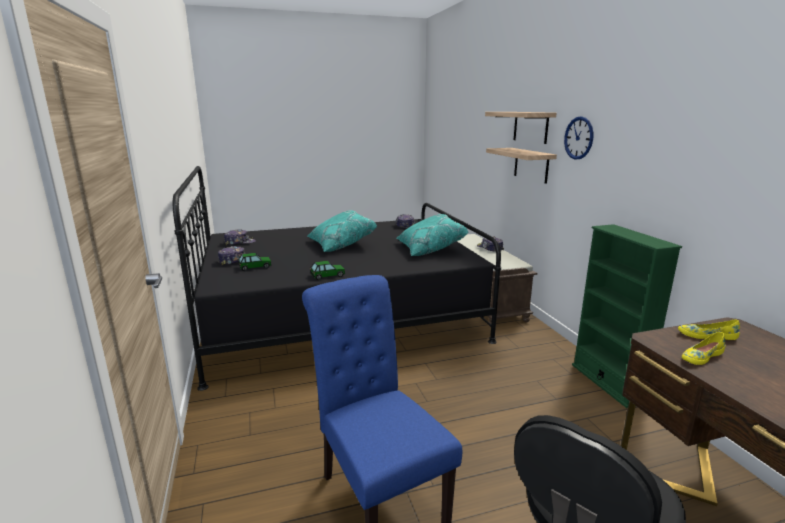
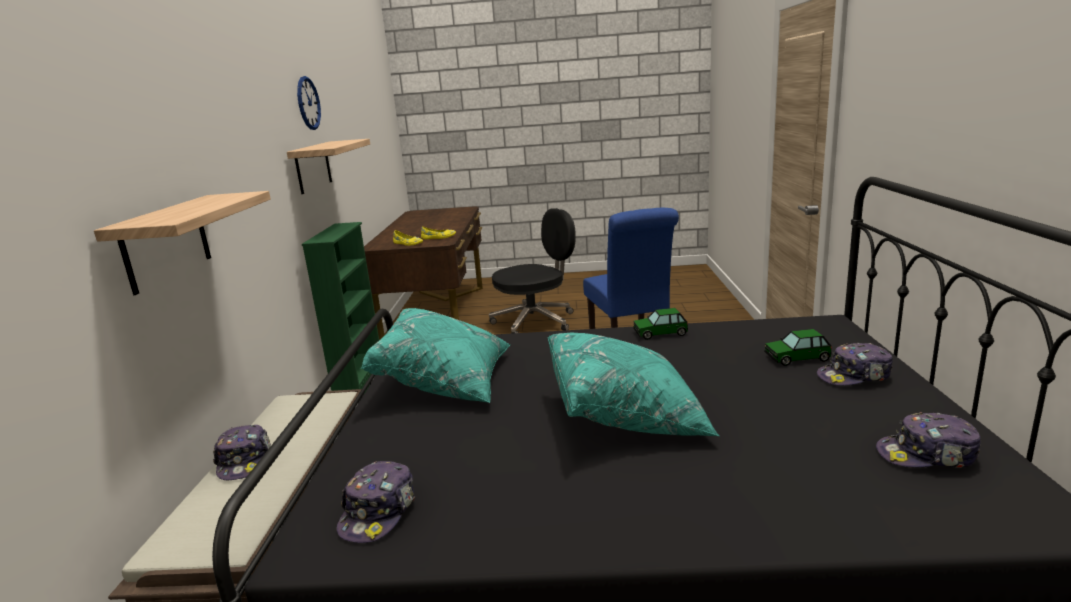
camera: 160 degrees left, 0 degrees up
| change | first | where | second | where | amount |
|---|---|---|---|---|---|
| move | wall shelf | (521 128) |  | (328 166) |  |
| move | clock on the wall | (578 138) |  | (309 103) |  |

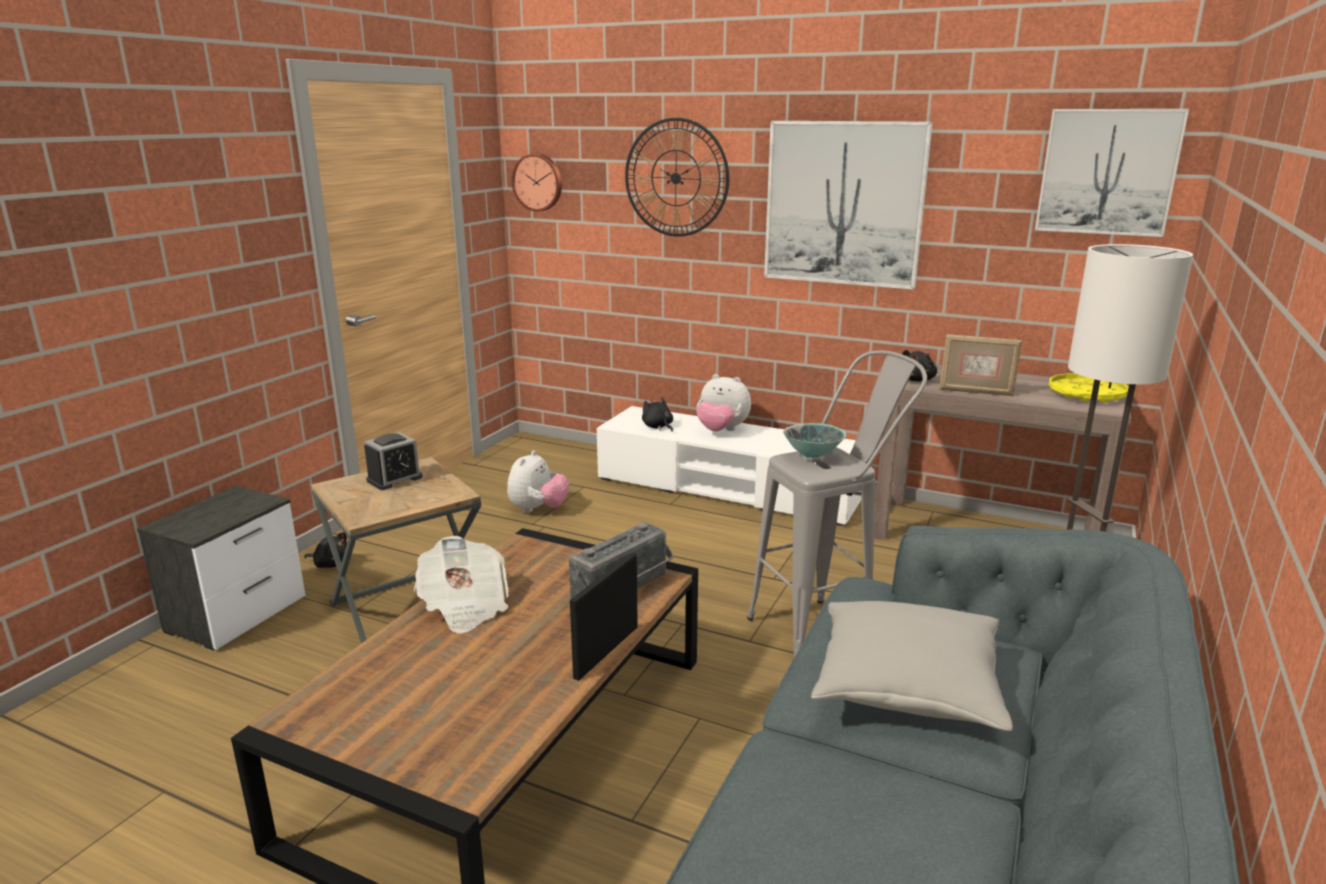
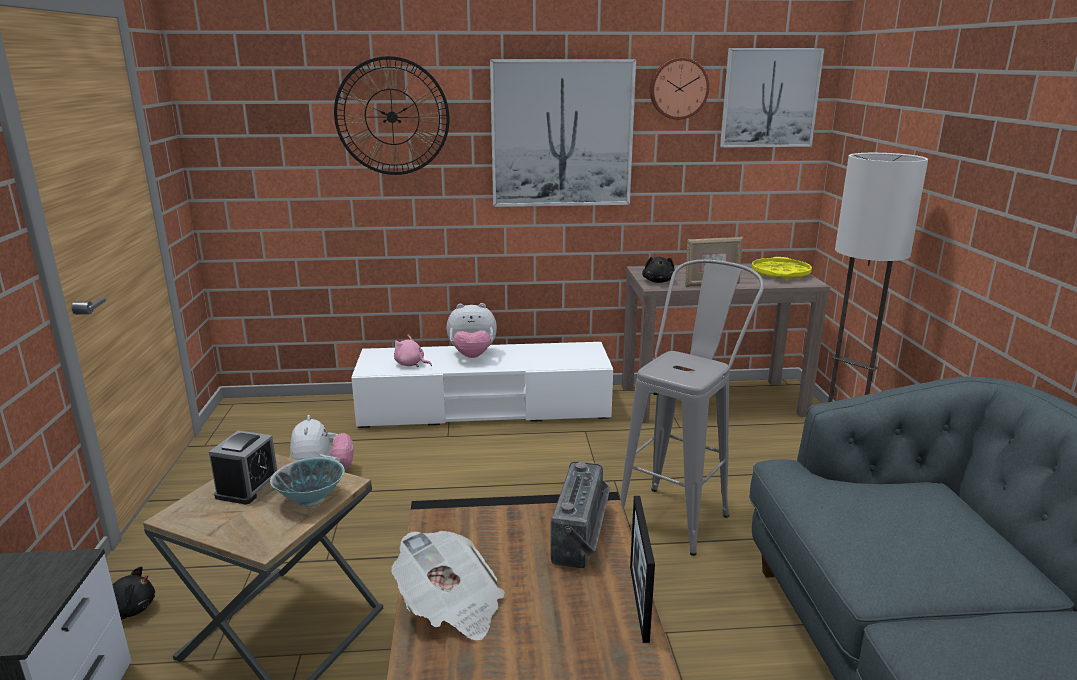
camera: 30 degrees left, 0 degrees up
| change | first | where | second | where | amount |
|---|---|---|---|---|---|
| move | deep dish | (814 442) |  | (307 482) |  |
| recolor | blackish cuddly toy | (657 414) | pinkish cuddly toy | (413 351) |  |
| move | clock on the wall | (537 182) |  | (679 88) |  |
| delete | grey pillow | (912 666) |  |  |  |

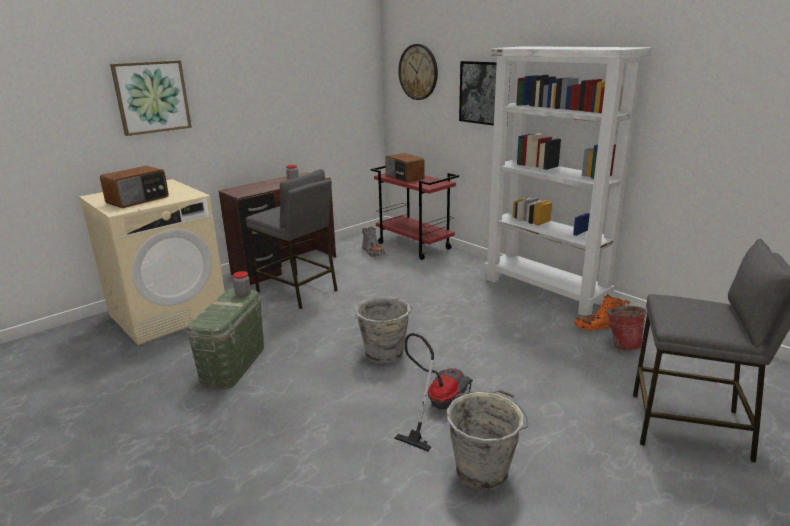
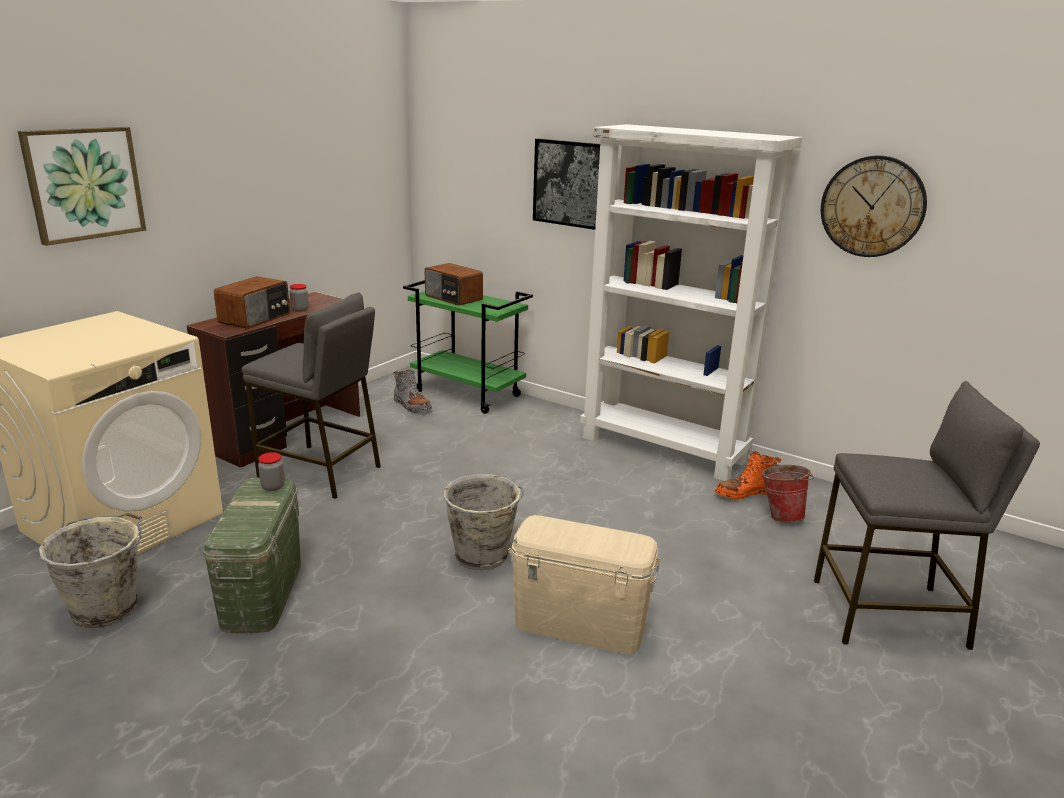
camera: 15 degrees left, 0 degrees up
| change | first | where | second | where | amount |
|---|---|---|---|---|---|
| move | grey bucket | (487 440) |  | (90 570) |  |
| move | radio set | (134 187) |  | (252 302) |  |
| recolor | red wheeled cart | (415 213) | greenish wheeled cart | (468 347) |  |
| replace | hoover | (433 392) | beige-coloured storage bin | (584 584) |  |
| move | clock on the wall | (418 72) |  | (874 206) |  |

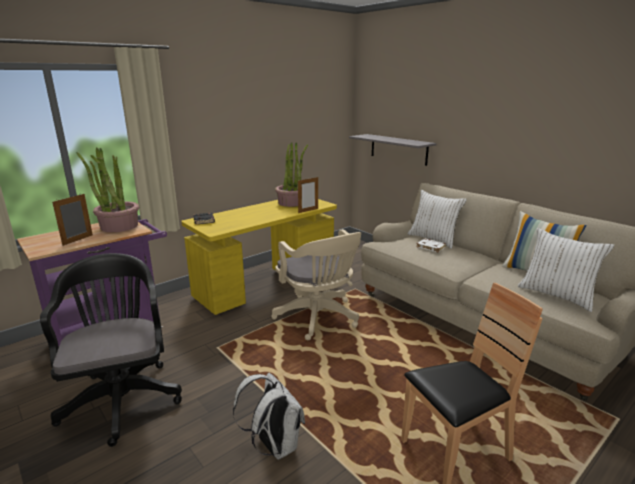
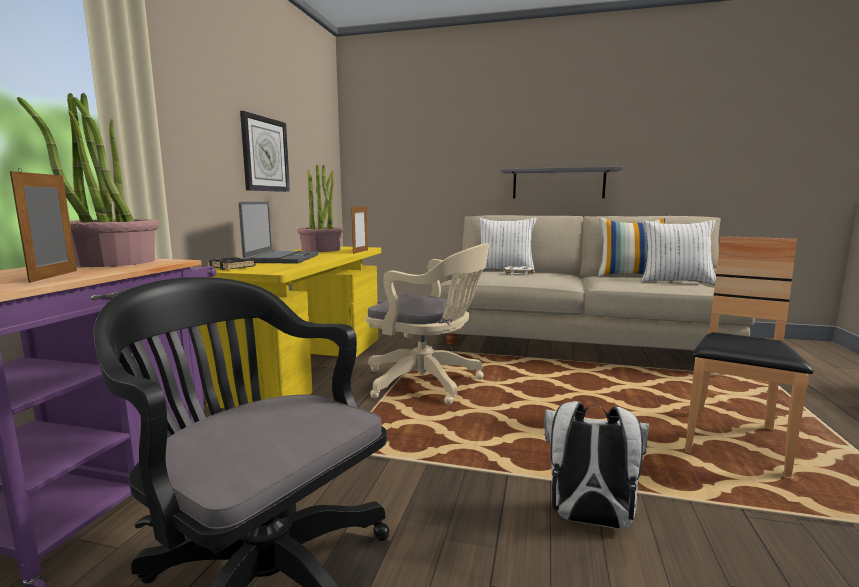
camera: 35 degrees left, 10 degrees down
| change | first | where | second | where | amount |
|---|---|---|---|---|---|
| insert |  |  | notebook computer | (278 232) |  |
| insert |  |  | clock on the wall | (265 151) |  |
| move | grey wall shelf | (393 150) |  | (561 182) |  |

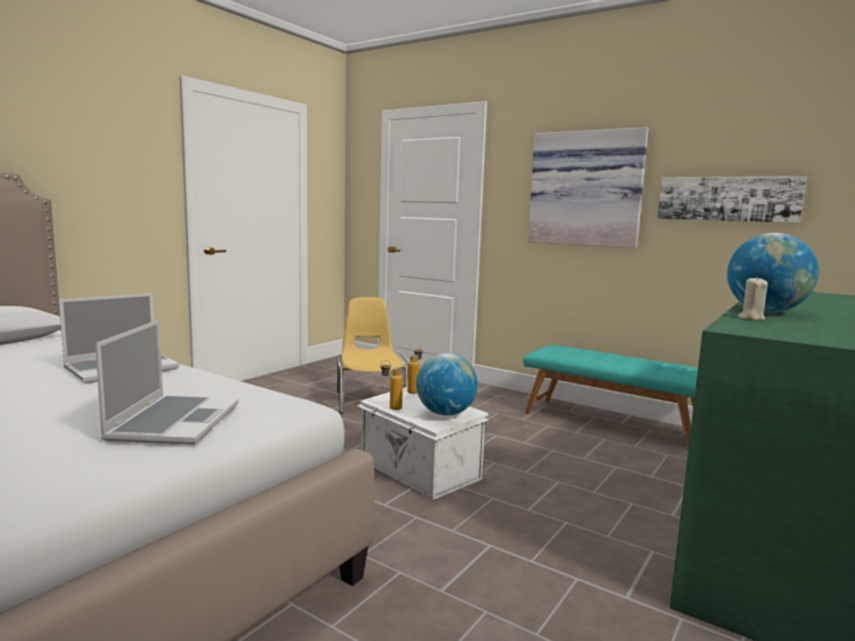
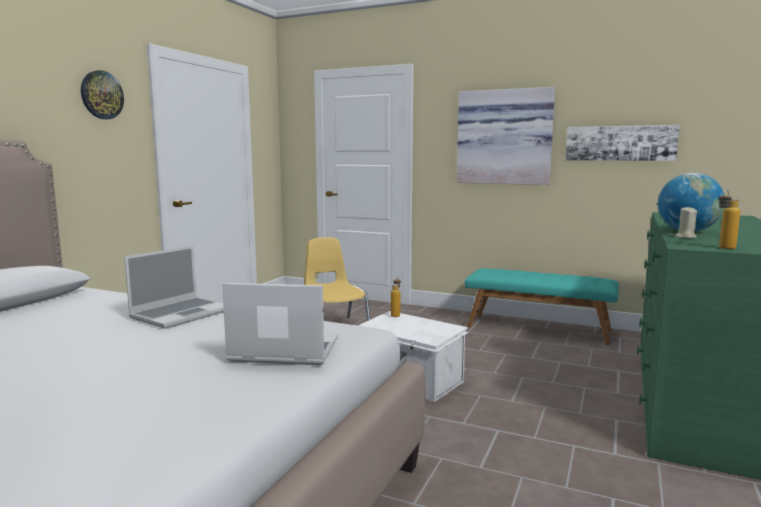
camera: 10 degrees left, 0 degrees up
| change | first | where | second | where | amount |
|---|---|---|---|---|---|
| insert |  |  | clock on the wall | (102 94) |  |
| rotate | notebook computer | (167 382) |  | (280 324) | 75 degrees counterclockwise |
| move | beverage bottle | (391 385) |  | (729 219) |  |
| delete | desk globe | (447 384) |  |  |  |

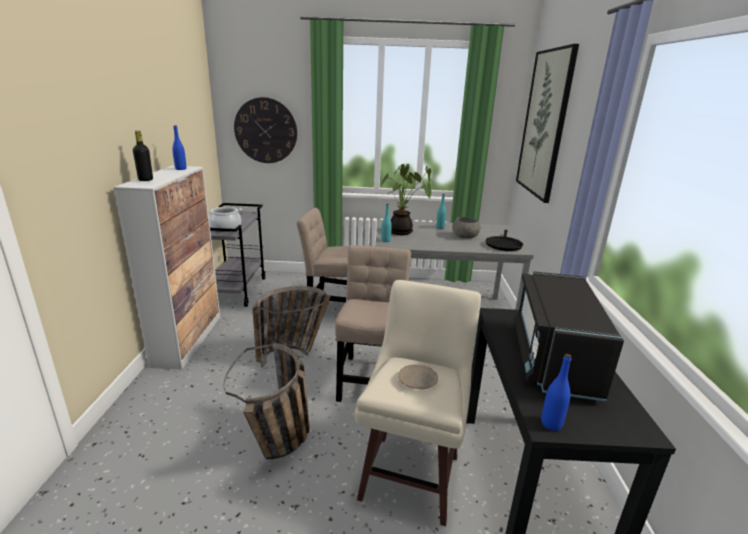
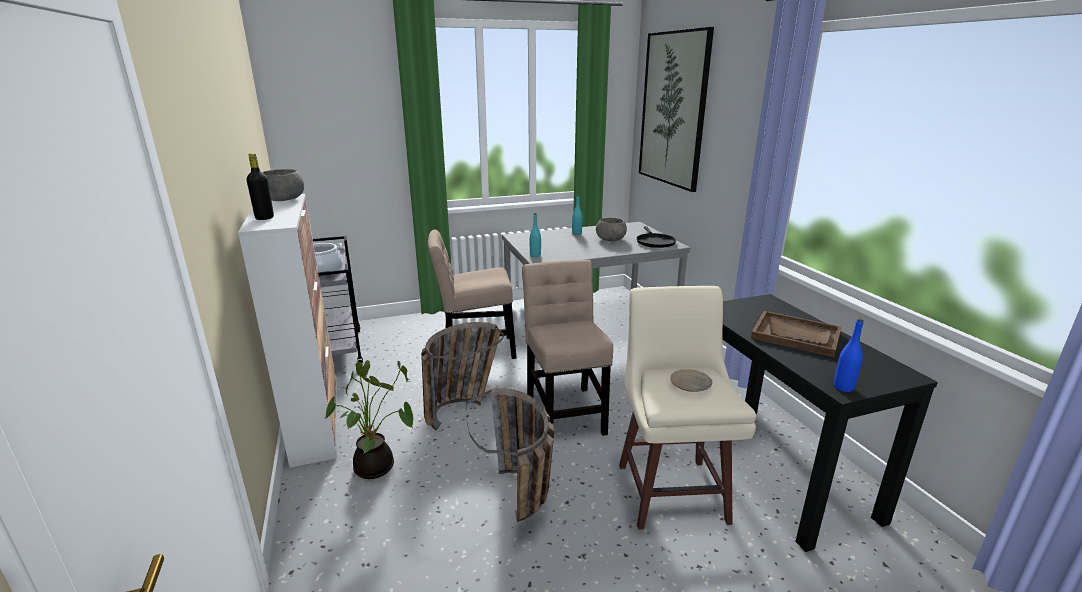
camera: 20 degrees left, 0 degrees up
| change | first | where | second | where | amount |
|---|---|---|---|---|---|
| replace | bluish beverage bottle | (179 147) | grey deep dish | (283 185) |  |
| move | houseplant | (406 199) |  | (369 419) |  |
| replace | blackish kitchen microwave | (569 336) | brown tray | (796 334) |  |
| delete | clock on the wall | (265 130) |  |  |  |

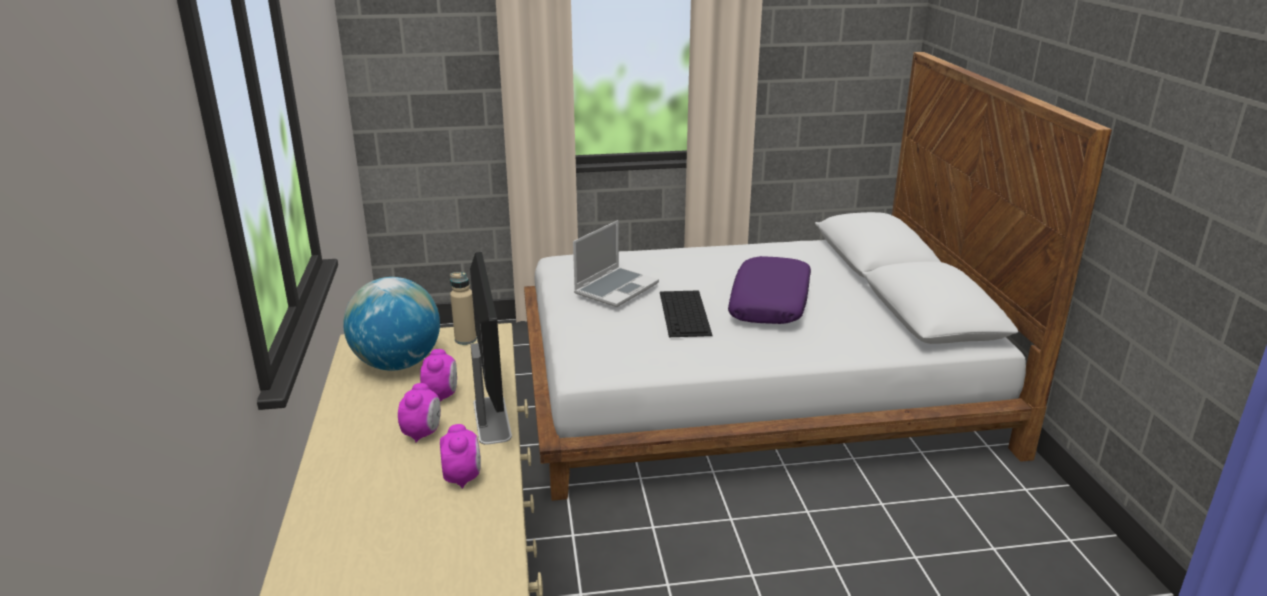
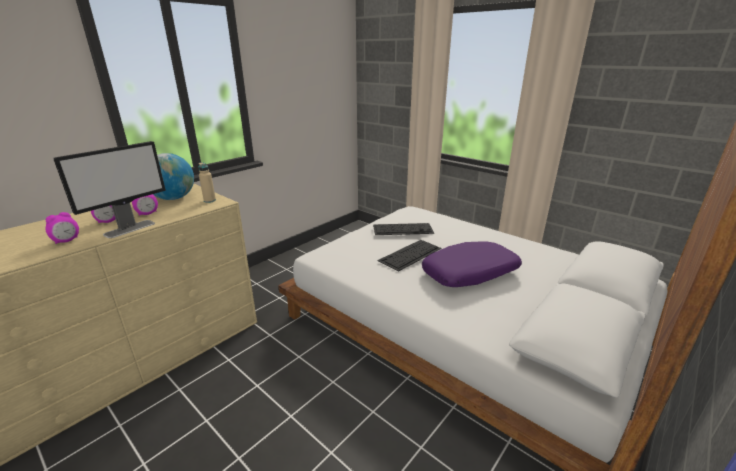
camera: 50 degrees right, 0 degrees up
| change | first | where | second | where | amount |
|---|---|---|---|---|---|
| replace | notebook computer | (616 263) | computer keyboard | (403 229) |  |

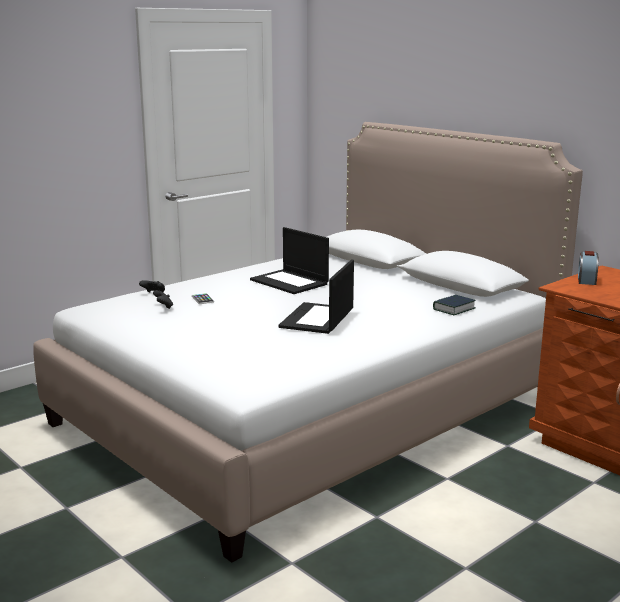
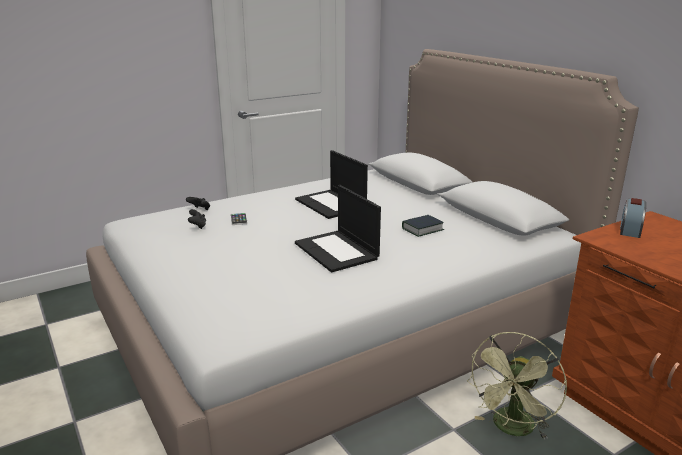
camera: 10 degrees right, 5 degrees up
| change | first | where | second | where | amount |
|---|---|---|---|---|---|
| rotate | notebook computer | (316 297) |  | (338 228) | 60 degrees counterclockwise |
| move | volume | (454 305) |  | (423 226) |  |
| insert |  |  | greenish fan | (517 386) |  |

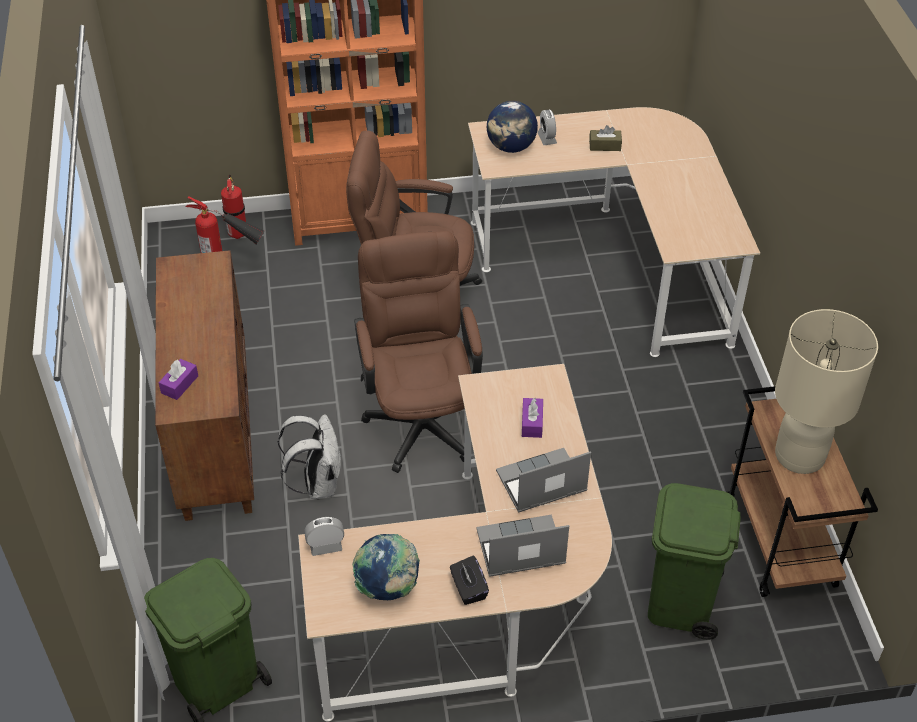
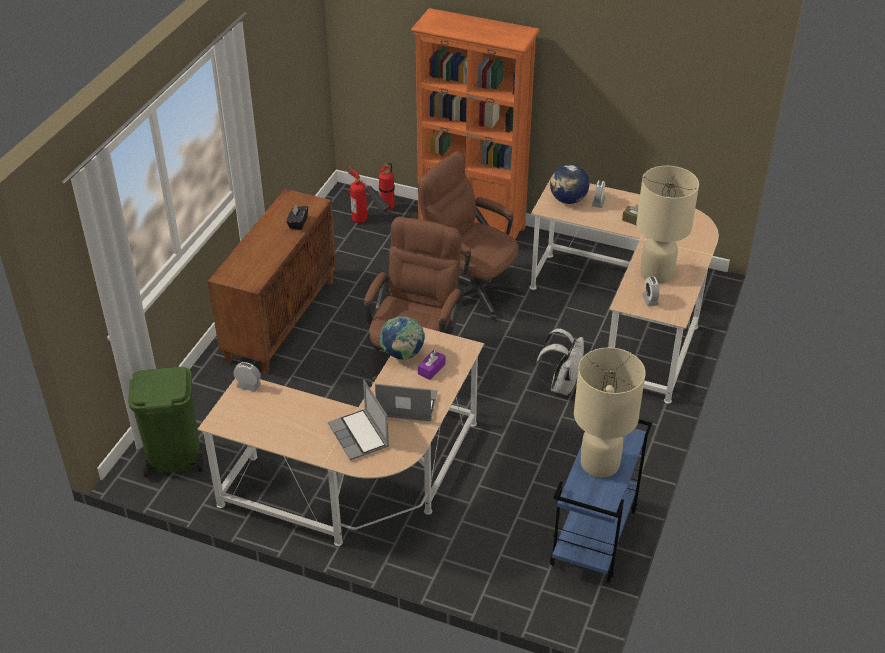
camera: 30 degrees right, 5 degrees down
| change | first | where | second | where | amount |
|---|---|---|---|---|---|
| move | blackish tissue holder | (469 580) |  | (297 217) |  |
| rotate | notebook computer | (522 545) |  | (358 420) | 135 degrees counterclockwise |
| move | desk globe | (386 567) |  | (402 338) |  |
| move | white knapsack | (309 456) |  | (559 361) |  |
| recolor | brown wheeled cart | (802 491) | bluish wheeled cart | (601 501) |  |
| insert |  |  | beige-coloured tabletop lamp | (667 224) |  |
| insert |  |  | table clock | (650 292) |  |
| delete | purple tissue holder | (178 379) |  |  |  |
| delete | greenish trash can | (694 561) |  |  |  |

